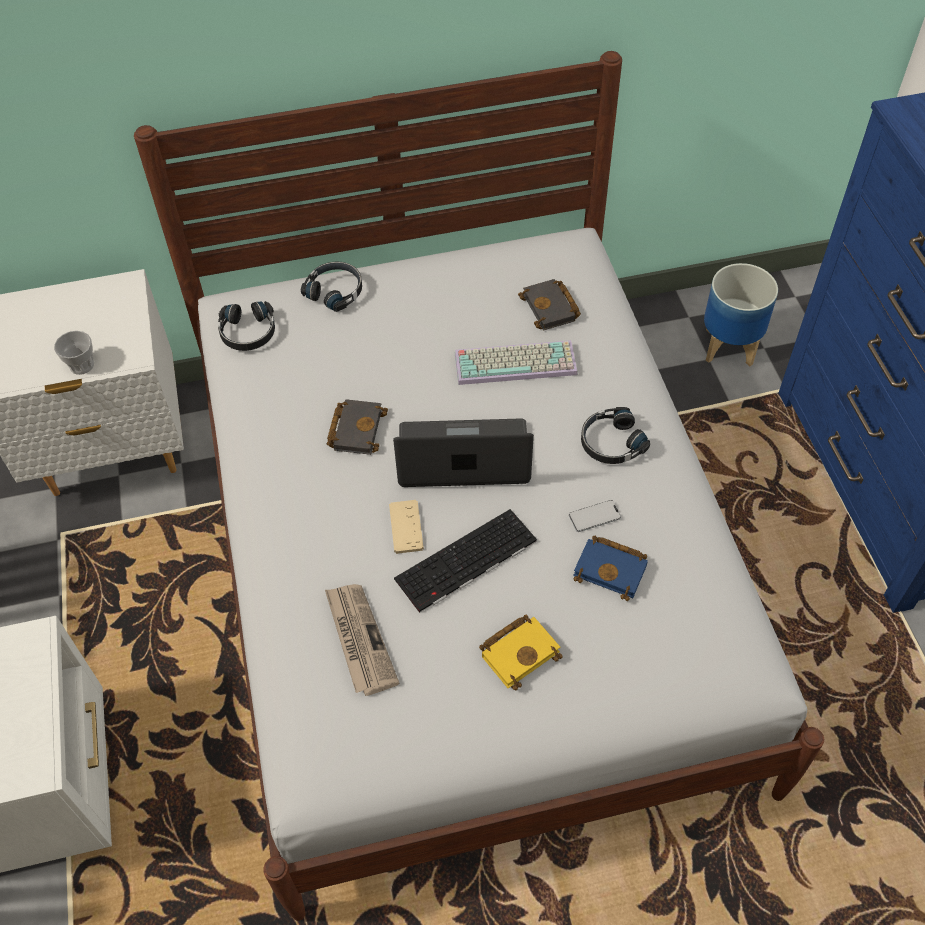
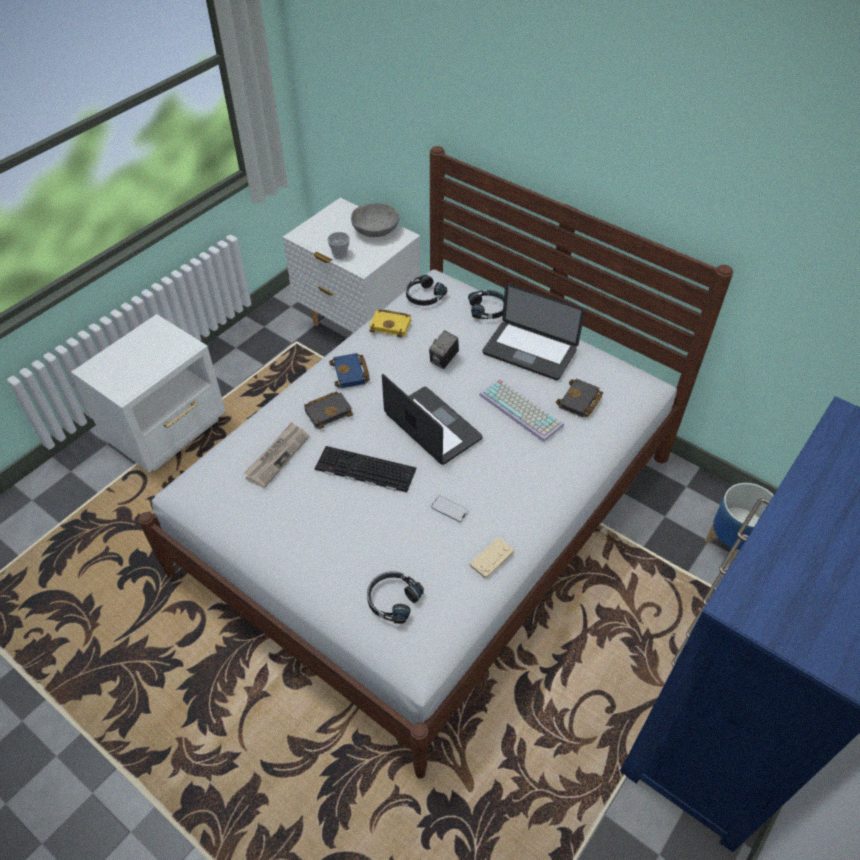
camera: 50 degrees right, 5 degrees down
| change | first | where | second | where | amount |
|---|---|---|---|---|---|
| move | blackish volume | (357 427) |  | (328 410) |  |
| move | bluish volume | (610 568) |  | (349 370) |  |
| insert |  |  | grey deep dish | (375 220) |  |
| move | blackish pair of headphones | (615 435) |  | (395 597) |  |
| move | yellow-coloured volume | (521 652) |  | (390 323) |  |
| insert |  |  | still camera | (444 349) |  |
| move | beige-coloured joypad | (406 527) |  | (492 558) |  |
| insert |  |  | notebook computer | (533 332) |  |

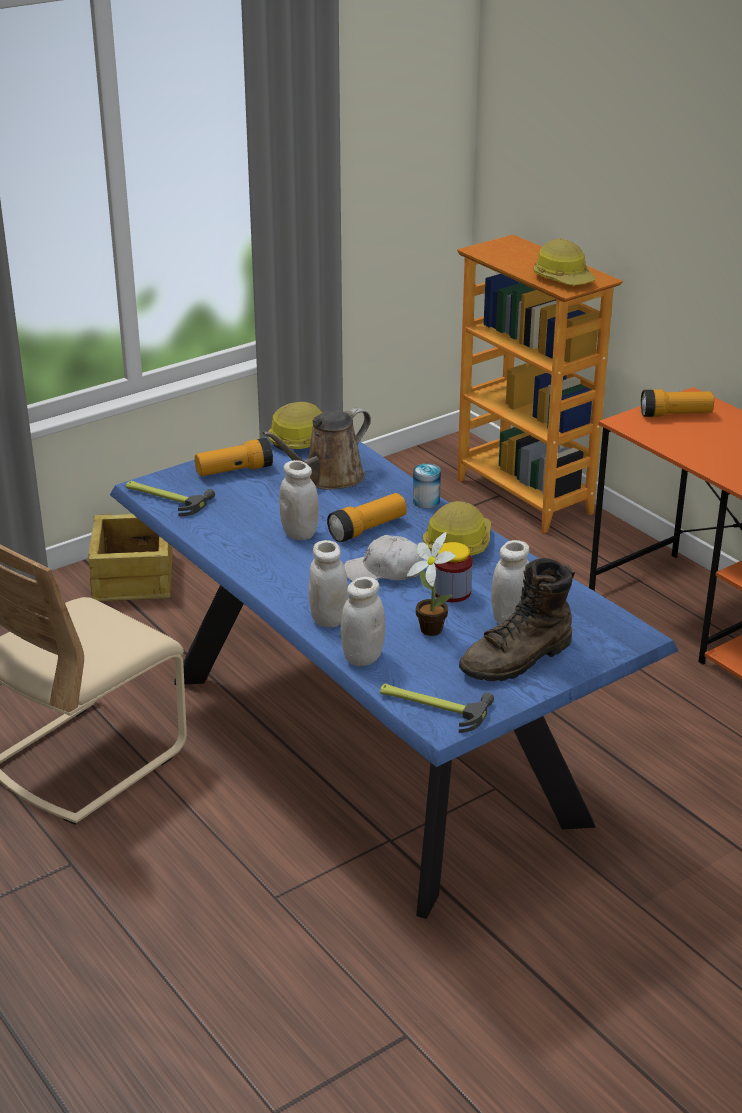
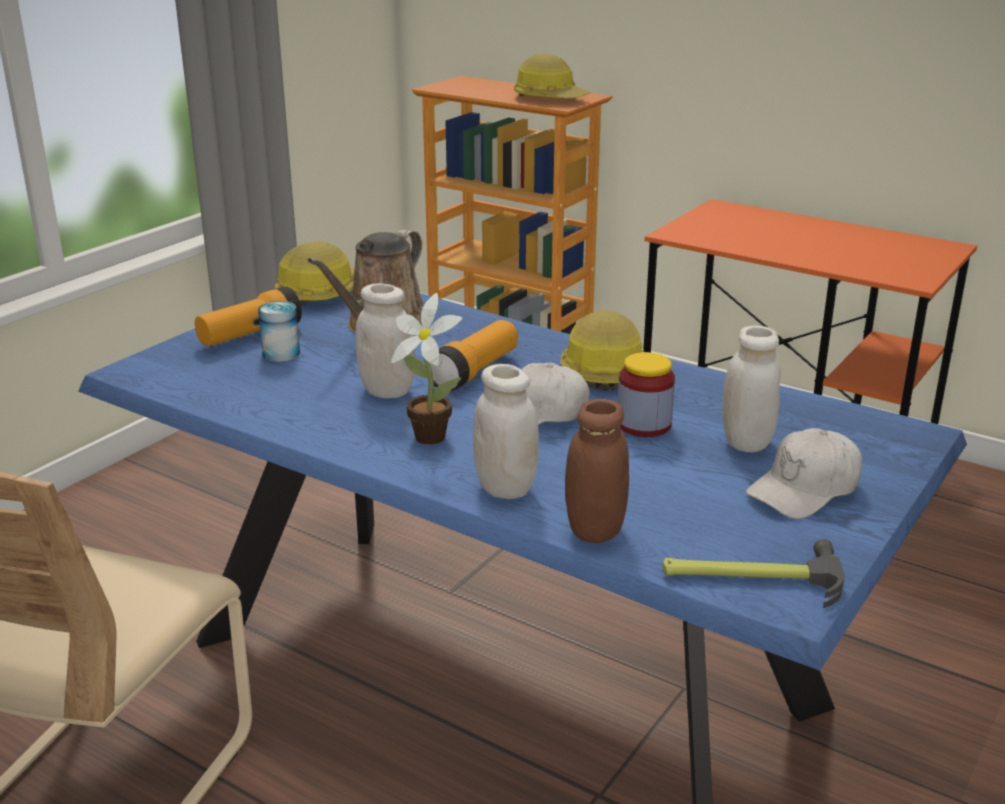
camera: 20 degrees left, 5 degrees down
| change | first | where | second | where | amount |
|---|---|---|---|---|---|
| move | can | (427 486) |  | (279 331) |  |
| move | houseplant | (431 584) |  | (427 369) |  |
| recolor | white jar | (363 621) | brown jar | (597 471) |  |
| replace | brown tall boot | (517 619) | white peaked cap | (804 473) |  |
| delete | shipping crate | (131 557) |  |  |  |
| delete | tool hammer | (170 498) |  |  |  |
| delete | torch | (677 403) |  |  |  |

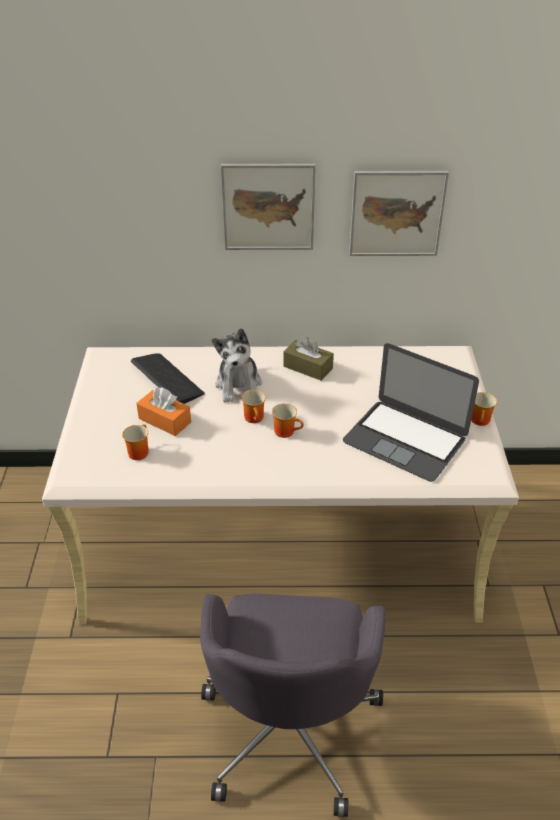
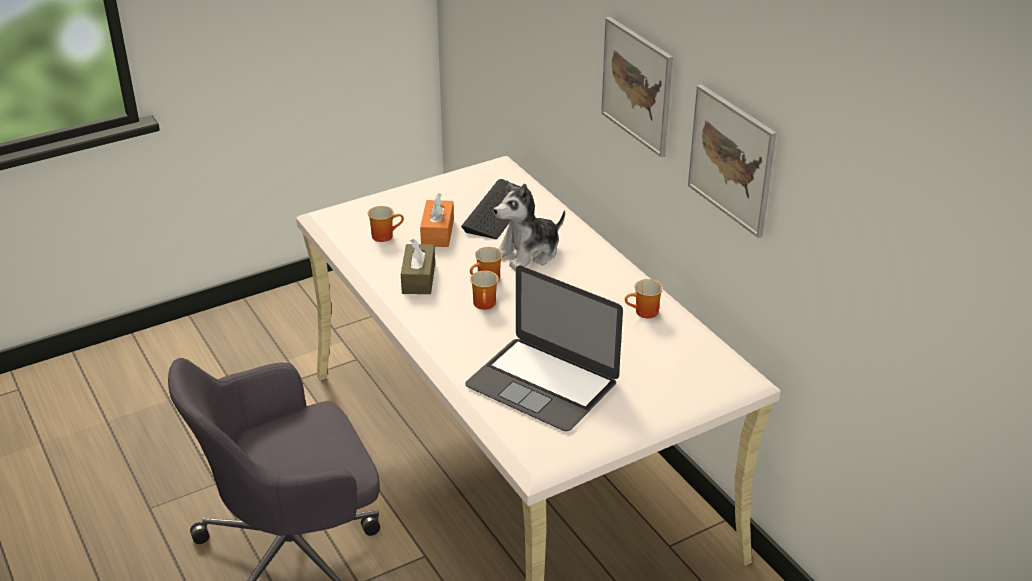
camera: 60 degrees right, 5 degrees down
| change | first | where | second | where | amount |
|---|---|---|---|---|---|
| move | brown tissue holder | (308 359) |  | (418 266) |  |
| rotate | notebook computer | (411 412) |  | (544 348) | 60 degrees counterclockwise |
| move | tea mug | (484 409) |  | (644 298) |  |

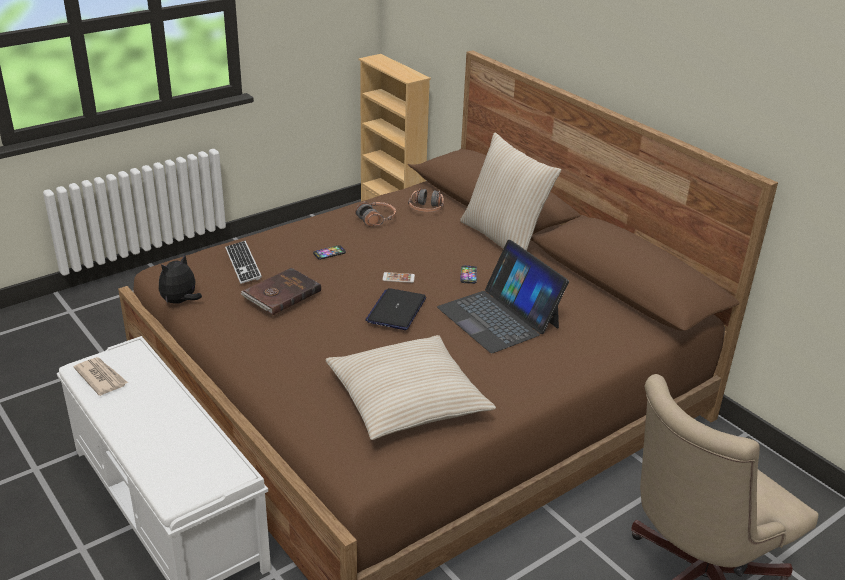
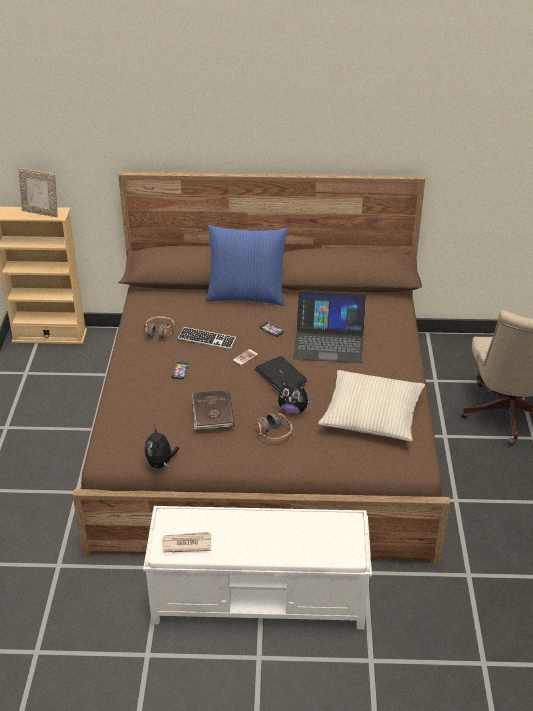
camera: 50 degrees left, 5 degrees up
| change | first | where | second | where | amount |
|---|---|---|---|---|---|
| insert |  |  | photo frame | (38 192) |  |
| move | computer keyboard | (243 262) |  | (207 338) |  |
| recolor | beige-coloured pillow | (510 192) | bluish pillow | (247 265) |  |
| move | pair of headphones | (426 200) |  | (274 426) |  |
| insert |  |  | cuddly toy | (295 397) |  |

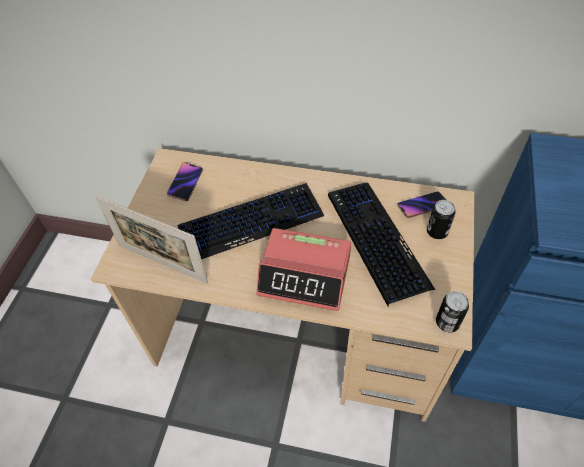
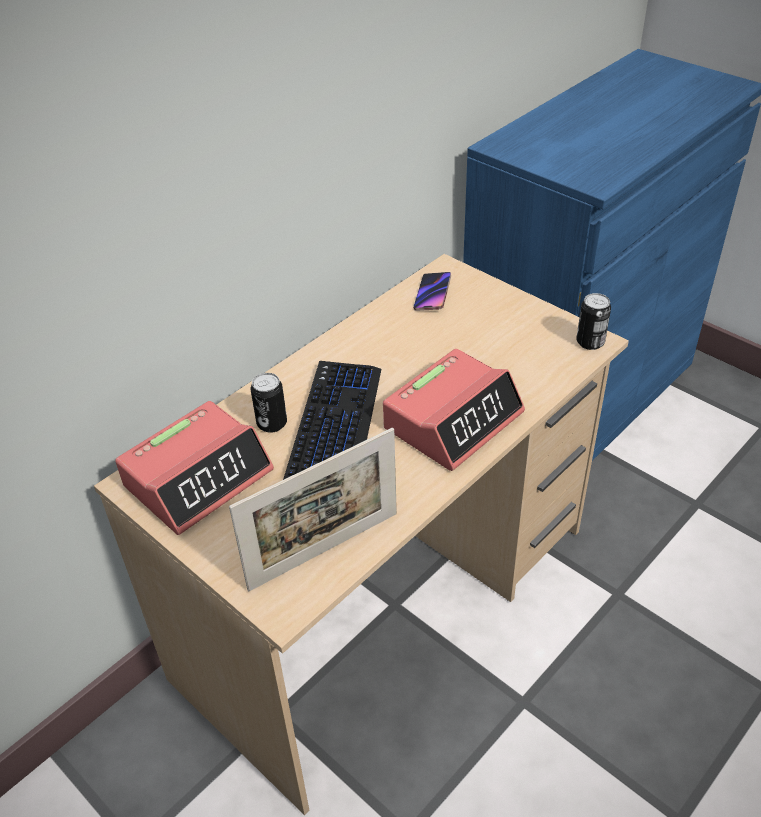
camera: 60 degrees left, 10 degrees down
| change | first | where | second | where | amount |
|---|---|---|---|---|---|
| replace | telephone | (185 181) | table clock | (194 468) |  |
| move | can | (441 219) |  | (269 403) |  |
| delete | computer keyboard | (381 245) |  |  |  |

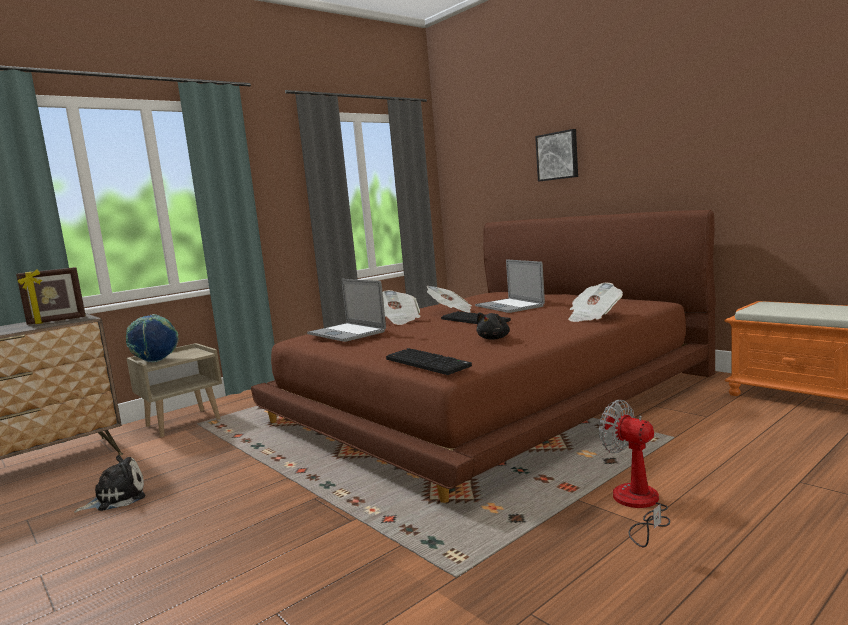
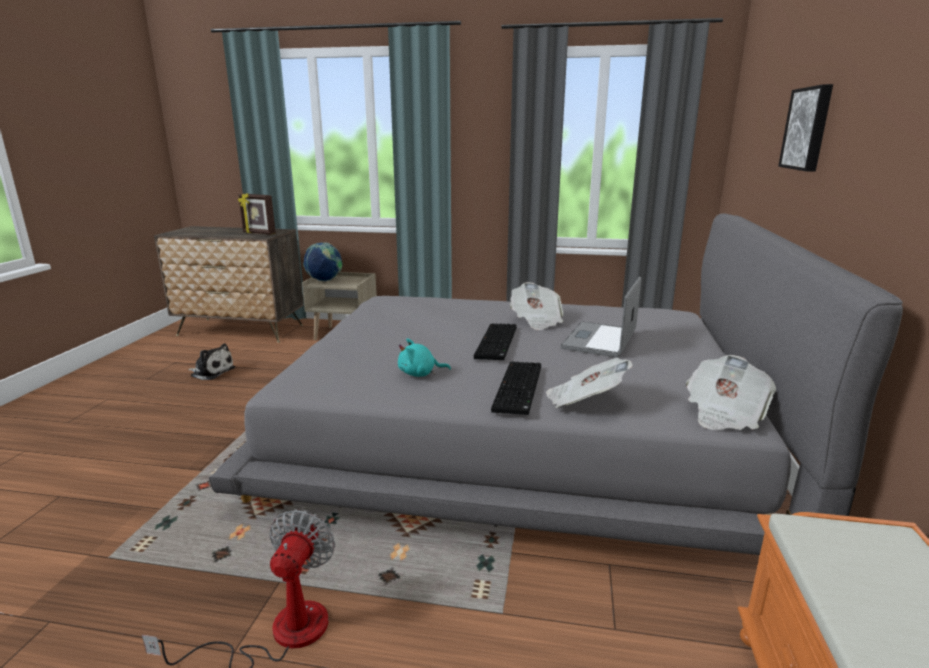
camera: 50 degrees right, 10 degrees up
| change | first | where | second | where | amount |
|---|---|---|---|---|---|
| recolor | brown bedroom bed | (483 356) | grey bedroom bed | (556 384) |  |
| recolor | blackish cuddly toy | (493 326) | turquoise cuddly toy | (424 357) |  |
| move | computer keyboard | (429 361) |  | (516 388) |  |
| move | daily paper | (402 307) |  | (731 392) |  |
| delete | notebook computer | (346 310) |  |  |  |

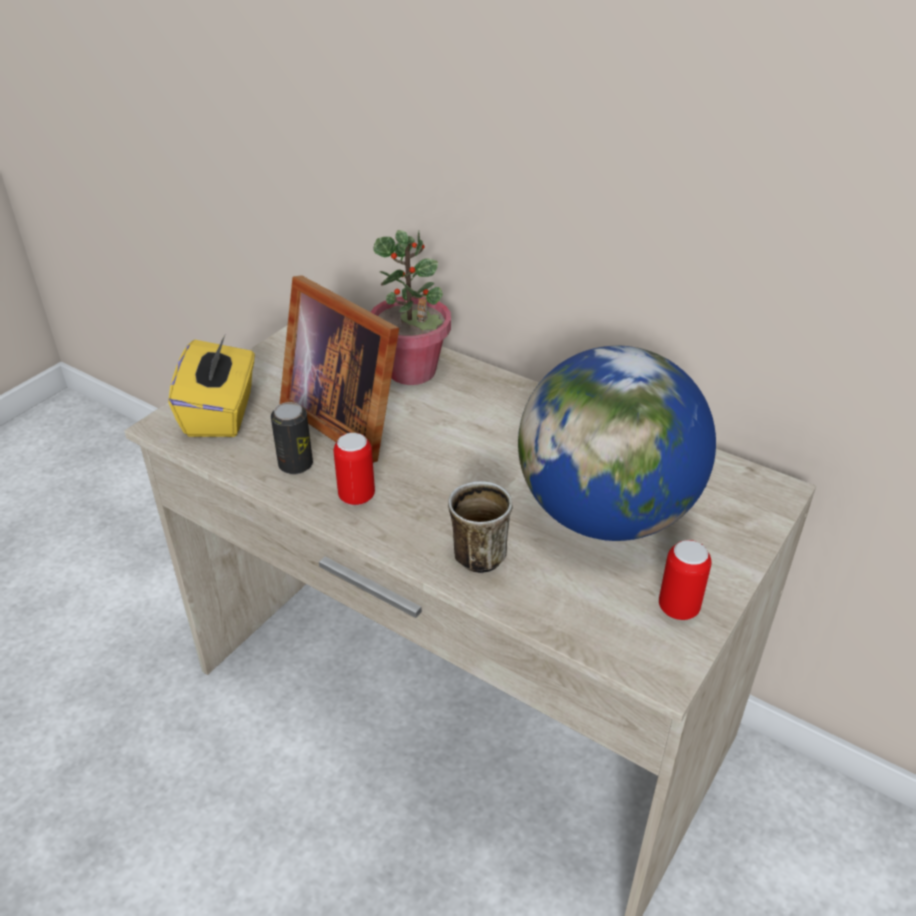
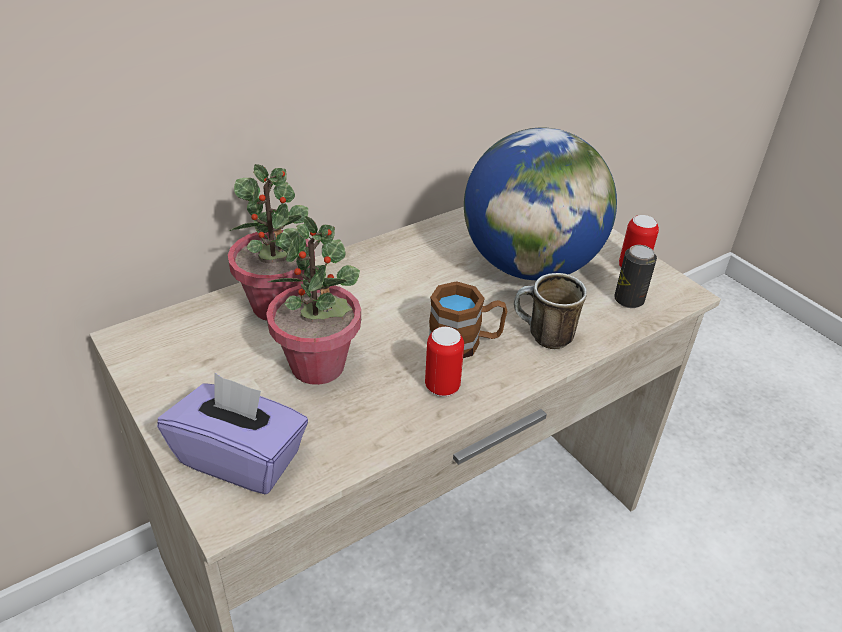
camera: 70 degrees left, 0 degrees up
| change | first | where | second | where | amount |
|---|---|---|---|---|---|
| recolor | yellow-coloured tissue holder | (211 386) | purple tissue holder | (232 433) |  |
| replace | photo frame | (339 369) | houseplant | (313 300) |  |
| insert |  |  | brown tea mug | (468 319) |  |
| move | can | (292 438) |  | (635 276) |  |

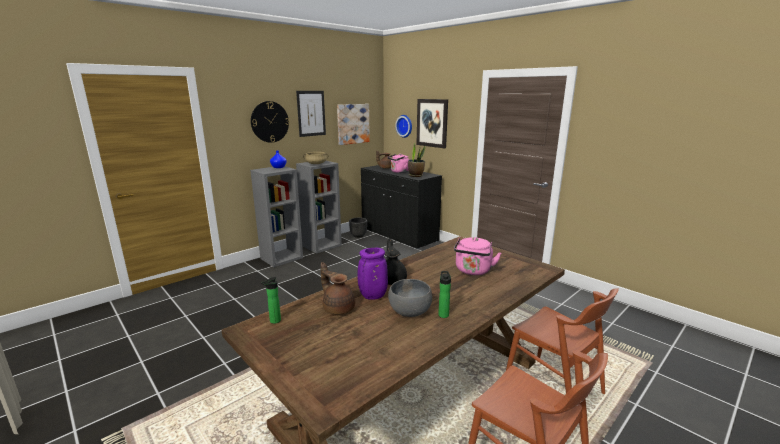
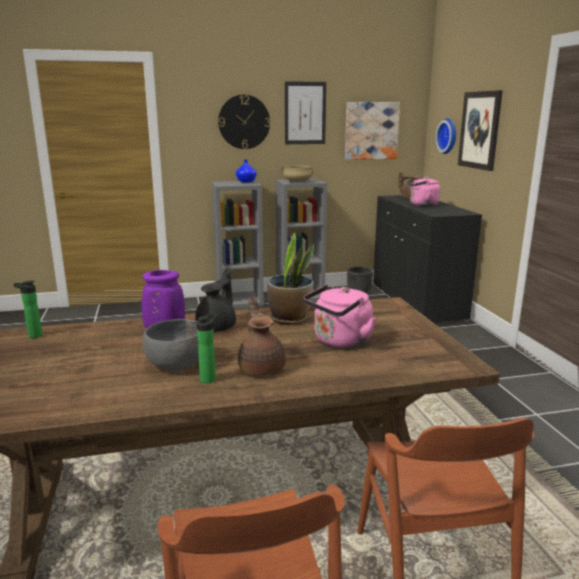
camera: 30 degrees right, 0 degrees up
| change | first | where | second | where | amount |
|---|---|---|---|---|---|
| move | brown tea pot | (338 288) |  | (262 336) |  |
| move | houseplant | (416 160) |  | (290 279) |  |

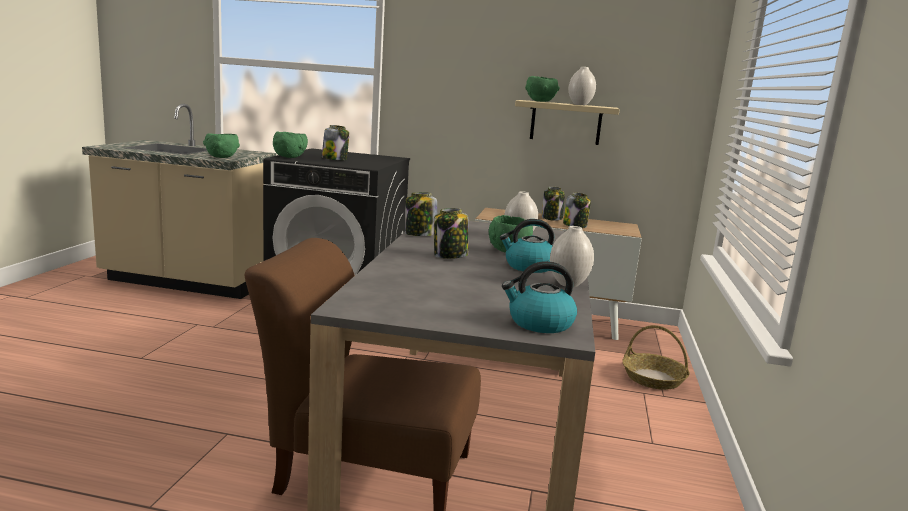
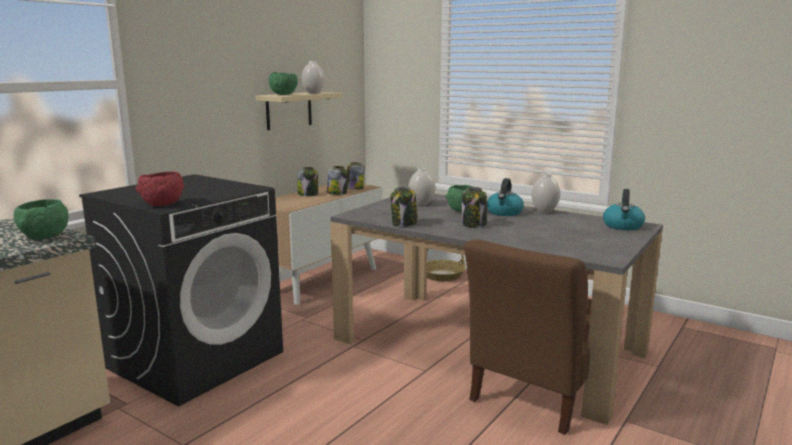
camera: 65 degrees left, 0 degrees up
| change | first | where | second | where | amount |
|---|---|---|---|---|---|
| recolor | greenish deep dish | (290 144) | red deep dish | (159 189) |  |
| move | jar | (335 142) |  | (356 176) |  |

